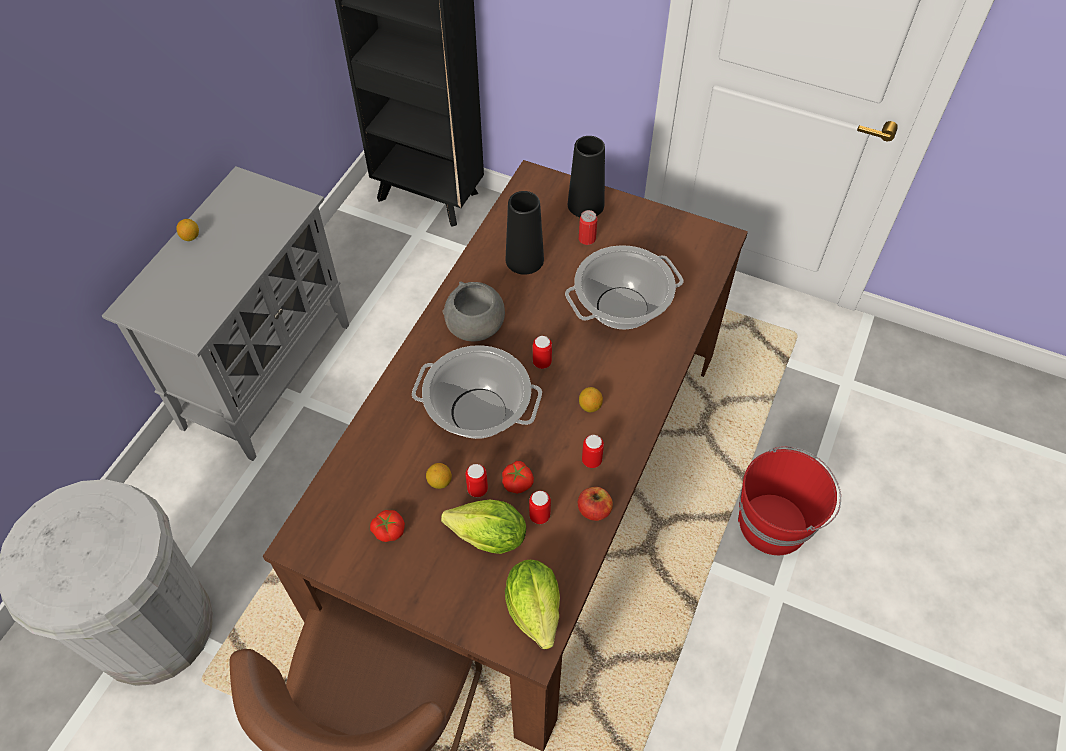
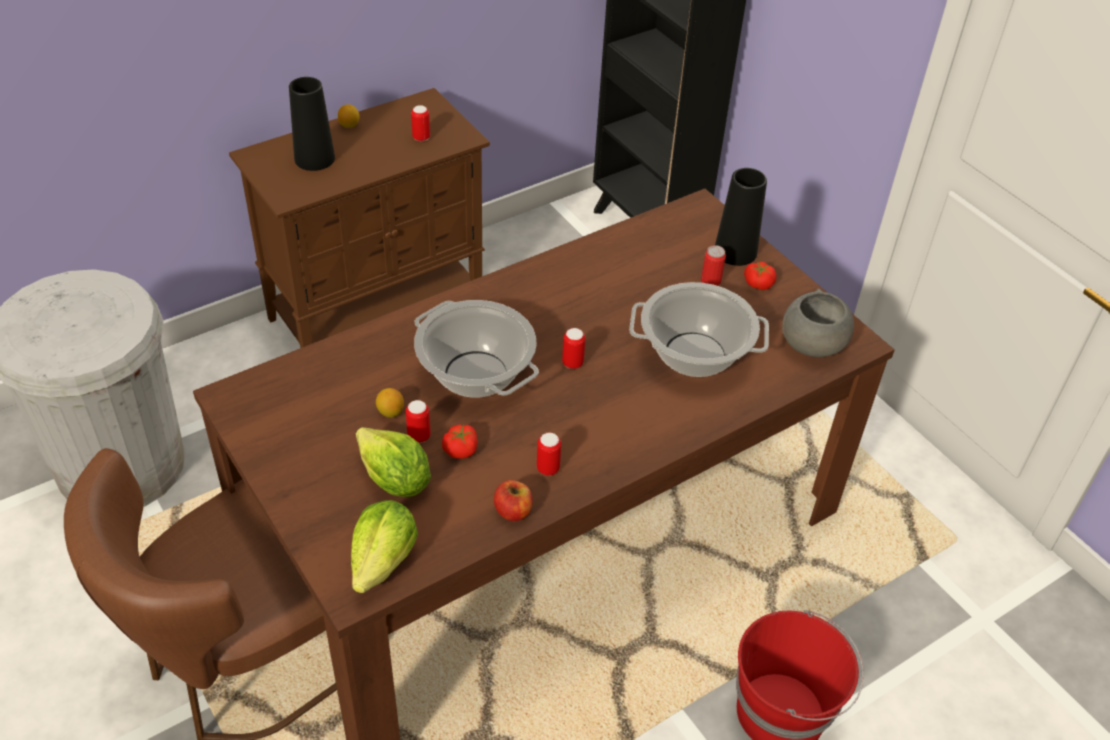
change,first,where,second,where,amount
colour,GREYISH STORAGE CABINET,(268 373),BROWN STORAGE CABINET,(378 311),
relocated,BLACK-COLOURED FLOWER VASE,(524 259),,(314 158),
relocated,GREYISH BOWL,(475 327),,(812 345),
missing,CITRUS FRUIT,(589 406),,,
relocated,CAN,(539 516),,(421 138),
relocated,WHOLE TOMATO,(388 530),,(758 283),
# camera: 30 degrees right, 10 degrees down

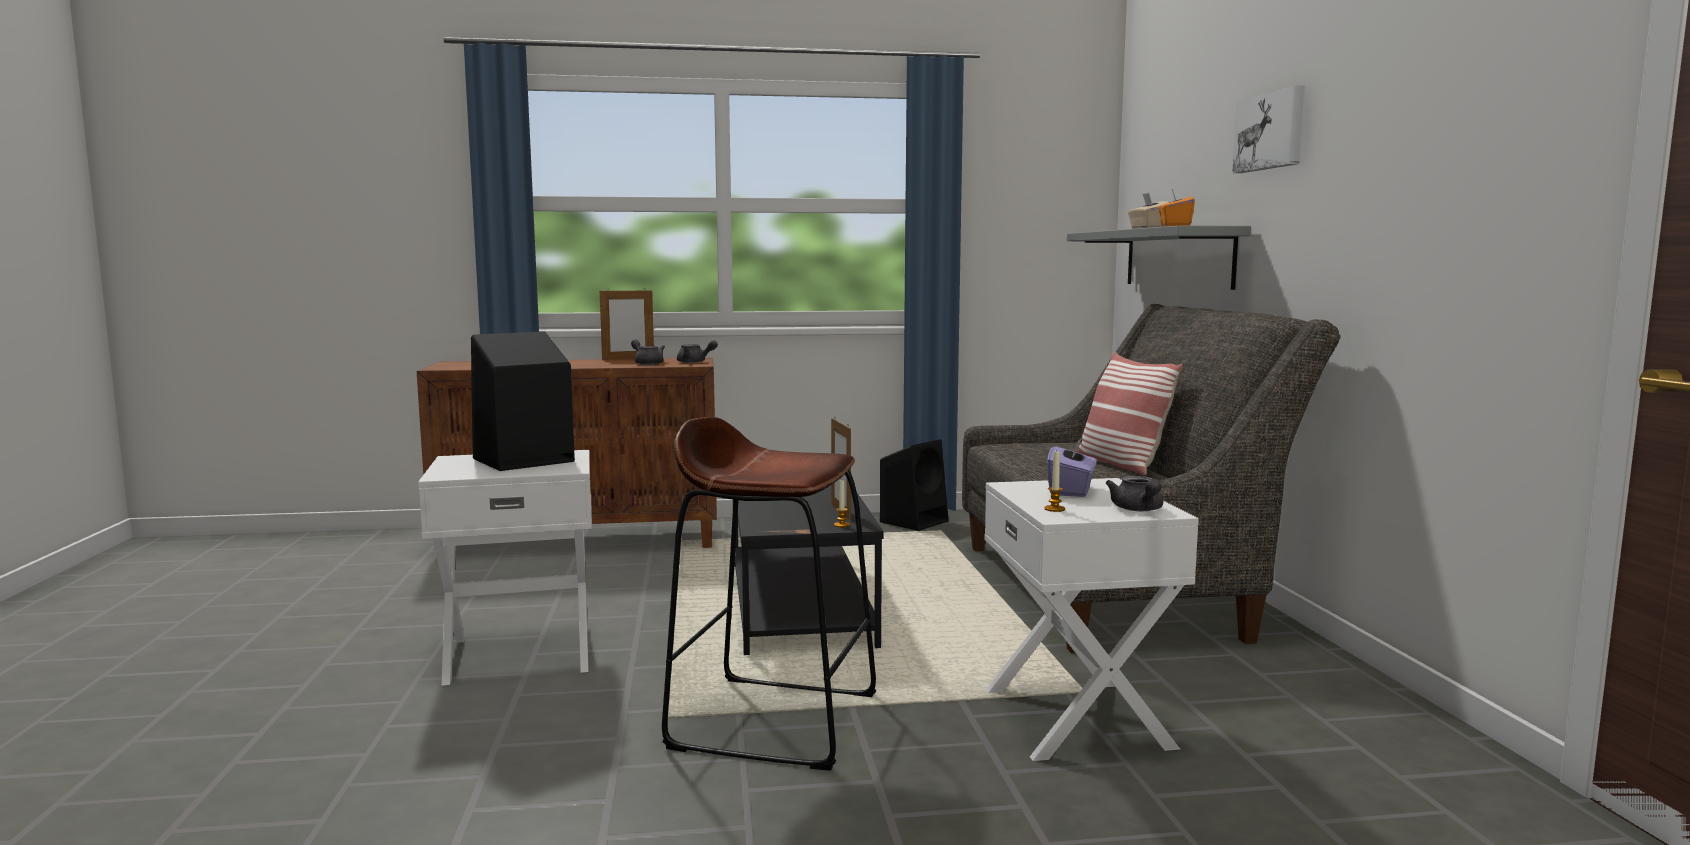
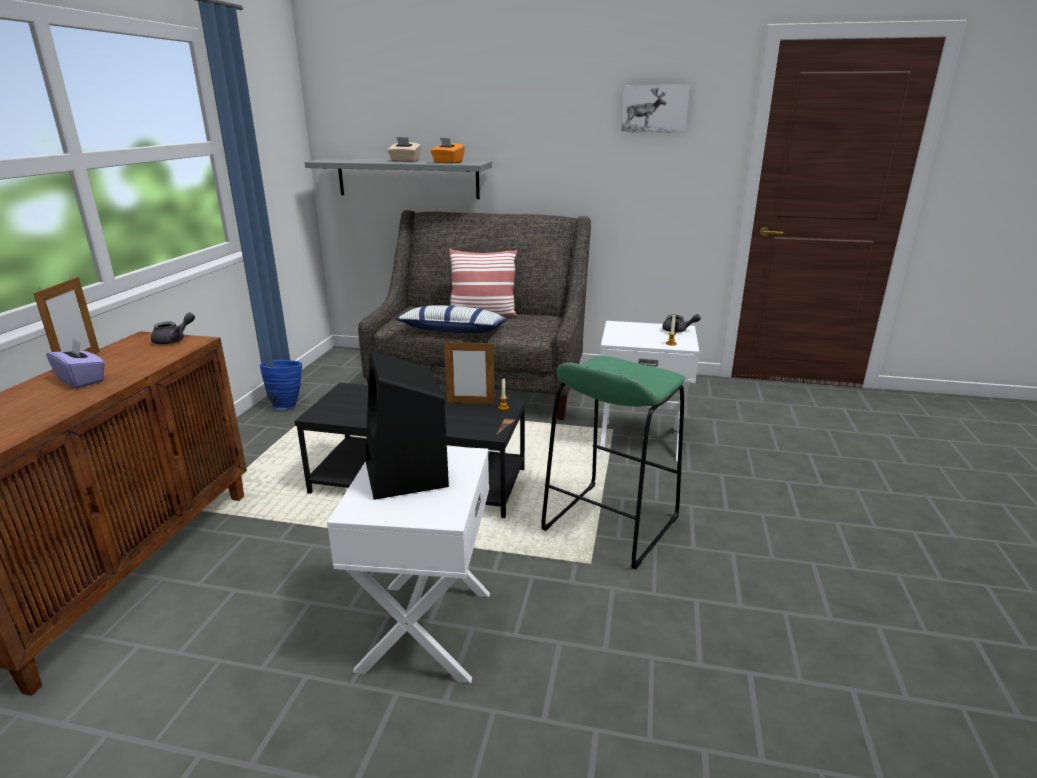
change,first,where,second,where,amount
relocated,WALL ART,(1271 132),,(654 108),
missing,GREYISH TEAPOT,(647 363),,,
colour,BROWN SITTING STOOL,(774 721),GREEN-COLOURED SITTING STOOL,(610 524),
relocated,PURPLE TISSUE HOLDER,(1071 491),,(82 380),
exchanged,BLACK-COLOURED LOUDSPEAKER,(914 521),BLUISH FLOWER VASE,(287 405),
appeared,,,THROW PILLOW,(453 331),
# camera: 70 degrees left, 15 degrees up

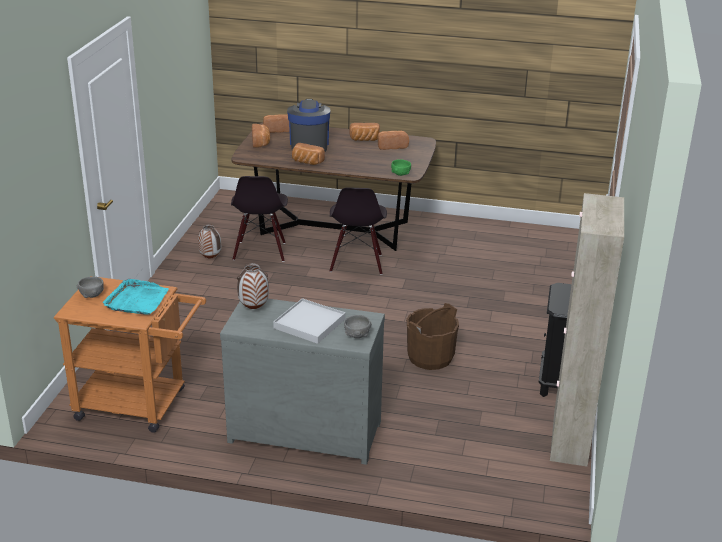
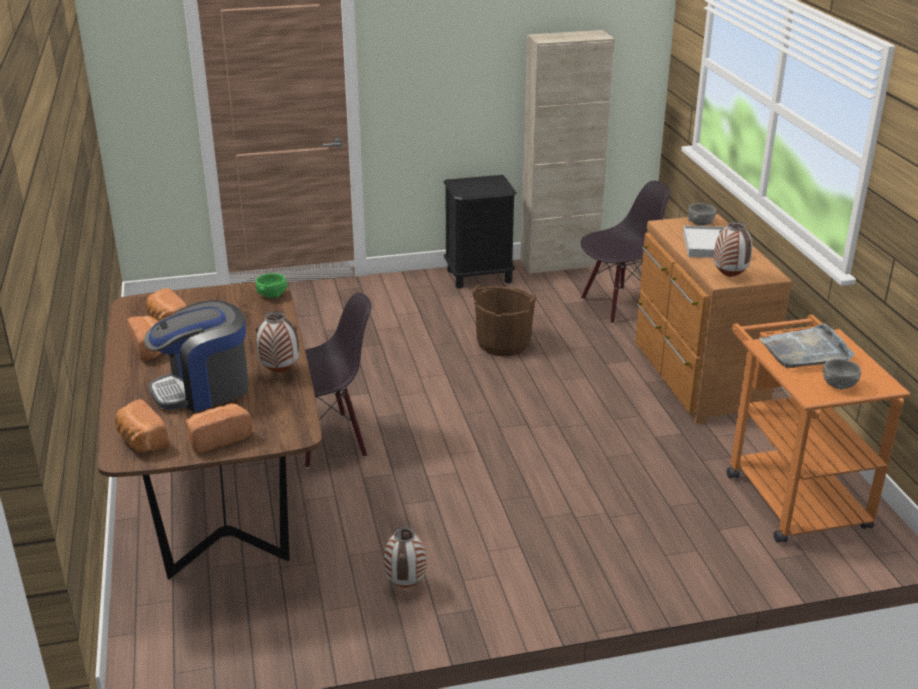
change,first,where,second,where,amount
exchanged,BAKERY BREAD,(306 162),FLOWER VASE,(279 372),
relocated,BLACK-COLOURED CHAIR,(260 251),,(618 306),
colour,BLUE-GREEN CARRYING TRAY,(137 300),GREYISH CARRYING TRAY,(806 350),
colour,GREYISH DRESSER,(305 429),BROWN DRESSER,(696 379),
# camera: 115 degrees left, 0 degrees up

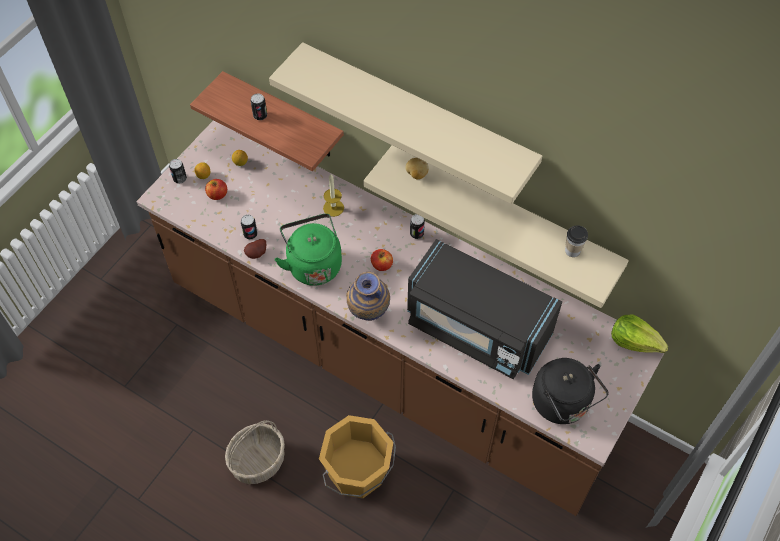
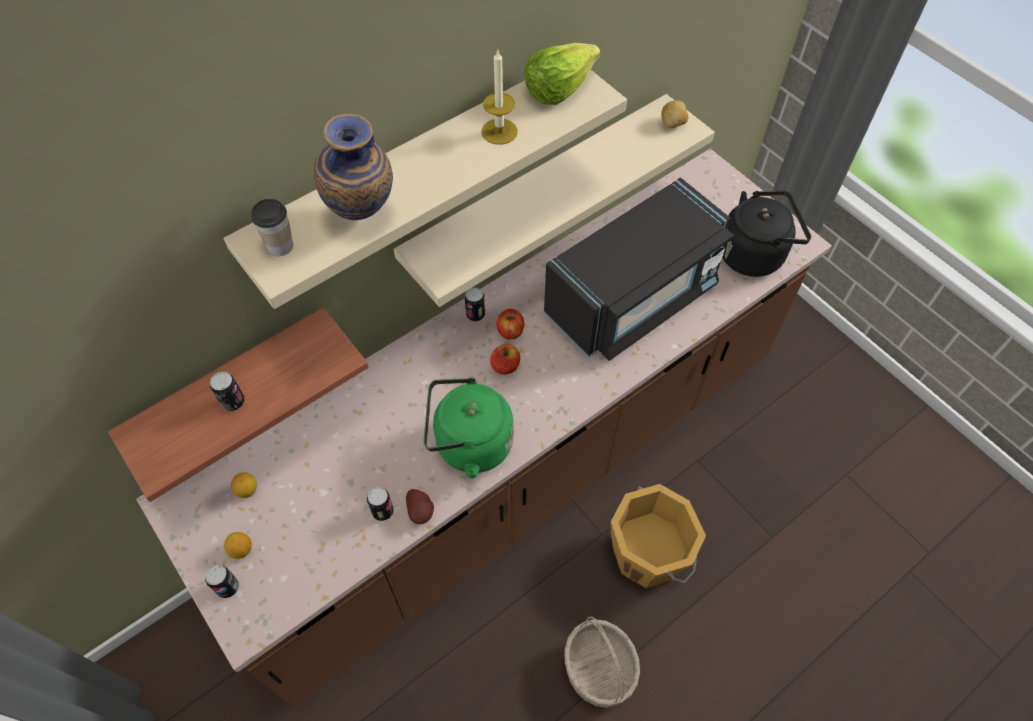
change,first,where,second,where,amount
relocated,POTATO,(416 174),,(672 124),
relocated,CANDLE,(333 208),,(499 131),
relocated,APPLE FRUIT,(217 194),,(510 331),
relocated,CUP,(572 250),,(280 246),
relocated,FLOWER VASE,(368 315),,(363 218),
relocated,LETTUCE HEAD,(634 341),,(558 88),
# camera: 70 degrees left, 0 degrees up

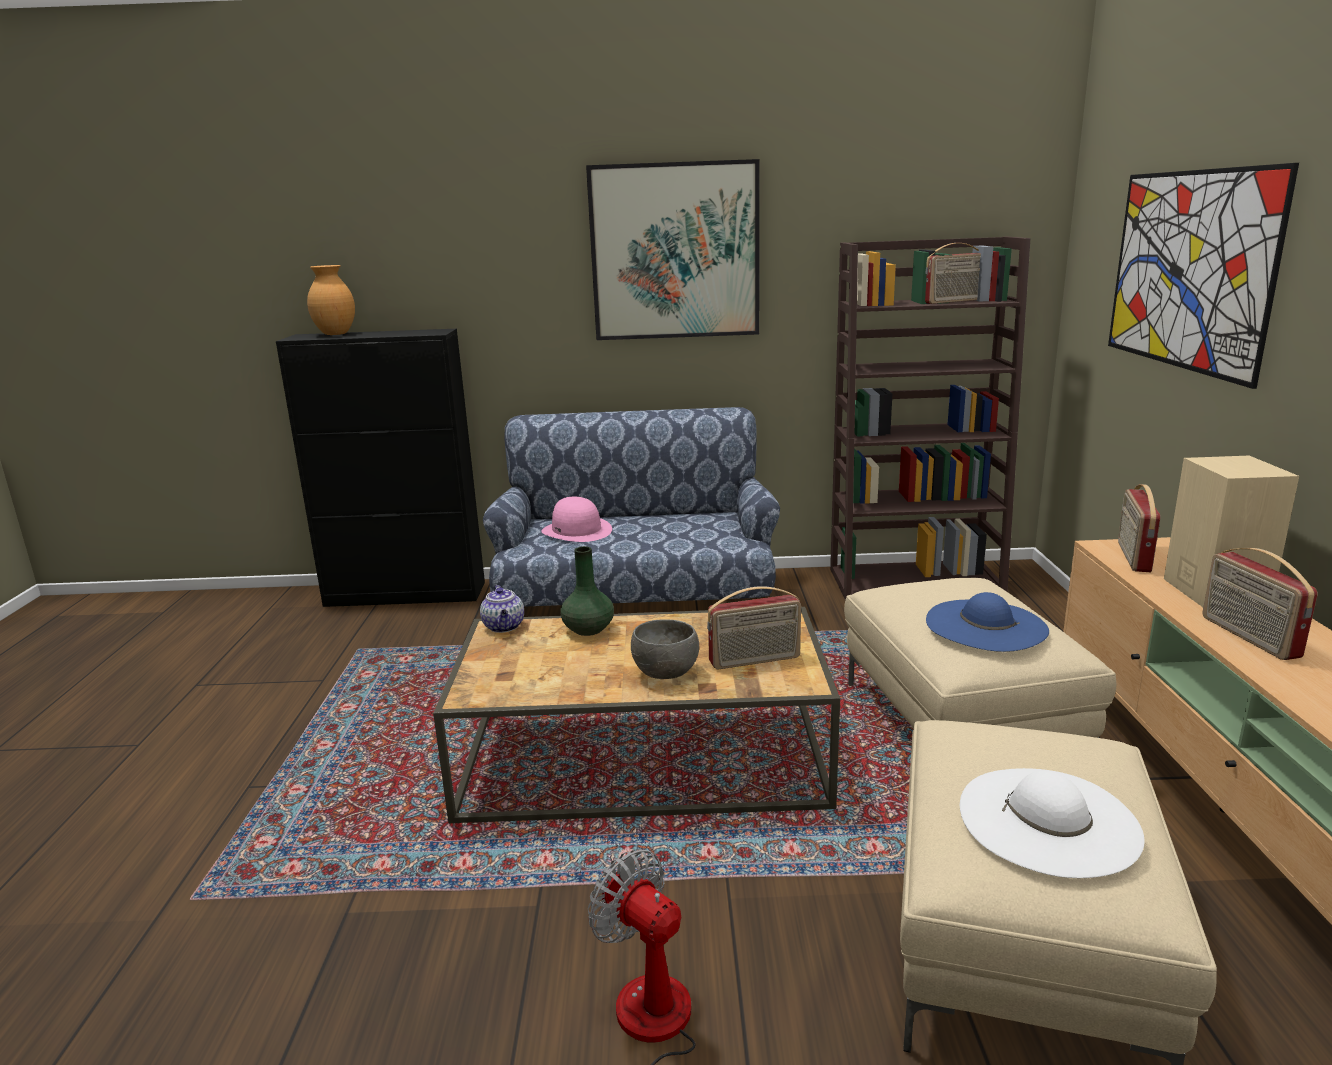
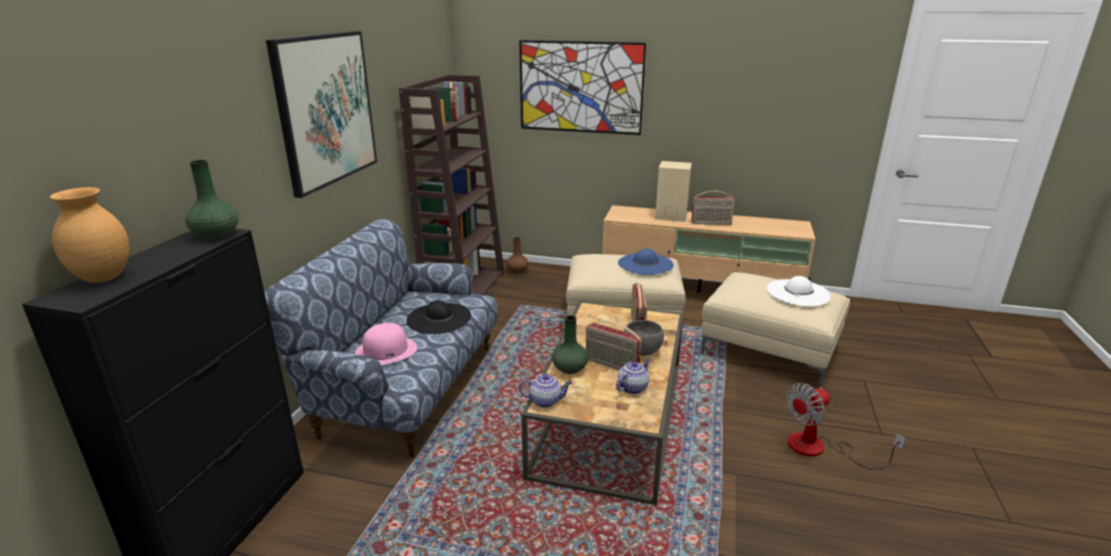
change,first,where,second,where,amount
relocated,RADIO RECEIVER,(1132 557),,(611 365),
appeared,,,GREEN-COLOURED FLOWER VASE,(215 235),
appeared,,,BROWN FLOWER VASE,(517 271),
appeared,,,BLACK-COLOURED CLOTHING HAT,(439 318),
appeared,,,TEAPOT,(632 387),
# camera: 75 degrees left, 5 degrees up

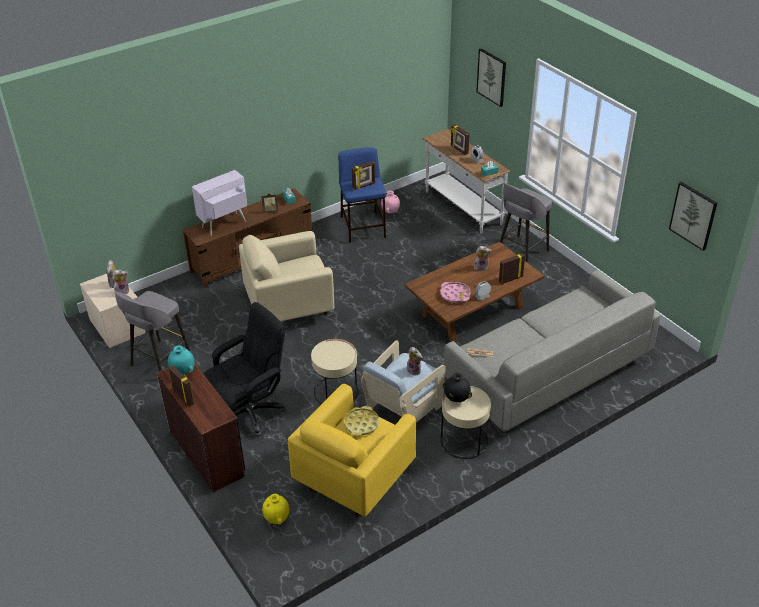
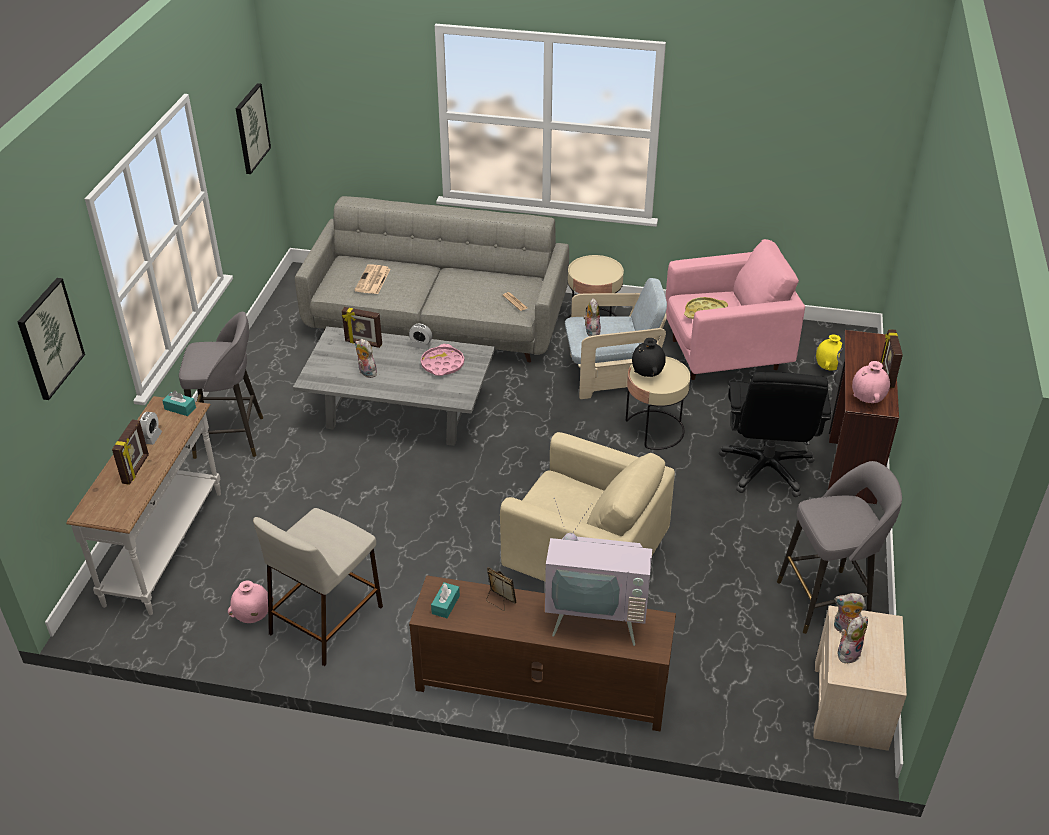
change,first,where,second,where,amount
colour,BLUISH SITTING STOOL,(363 227),BEIGE SITTING STOOL,(327 619),
missing,PICTURE FRAME,(364 186),,,
colour,BROWN LOUNGE TABLE,(472 311),GREYISH LOUNGE TABLE,(400 413),
spun,BLACK-COLOURED COMPUTER CHAIR,(250 411),,(766 468),90 degrees counterclockwise
colour,BLUE-GREEN FLOWER VASE,(183 372),PINK FLOWER VASE,(867 400),
relocated,BLACK-COLOURED FLOWER VASE,(456 398),,(647 374),
colour,YELLOW ARMCHAIR,(354 478),PINK ARMCHAIR,(725 355),
appeared,,,NEWSPAPER,(373 280),
# camera: 135 degrees left, 0 degrees up

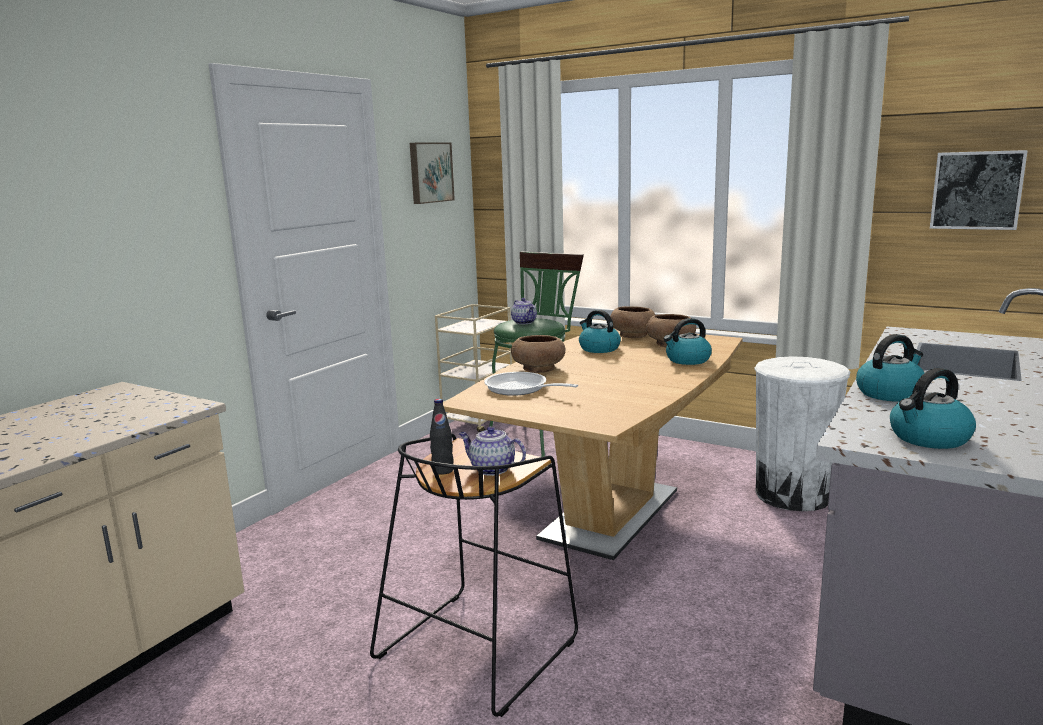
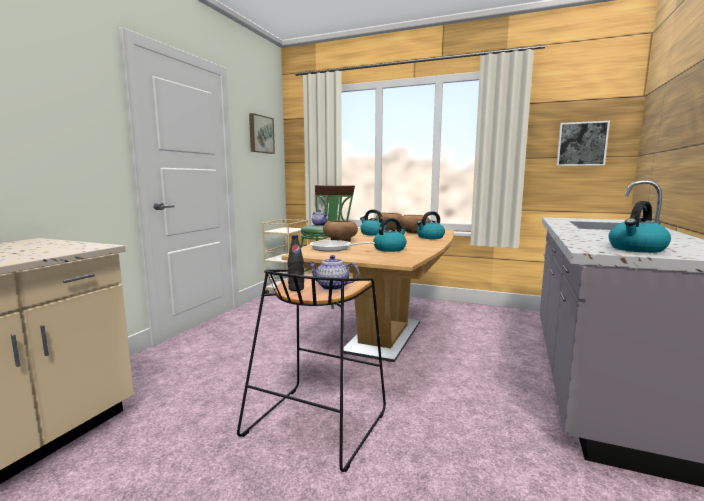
change,first,where,second,where,amount
relocated,TEA KETTLE,(890 393),,(390 249),
missing,WHITE-COLOURED WASTE BIN,(793 495),,,
# camera: 10 degrees left, 5 degrees down

